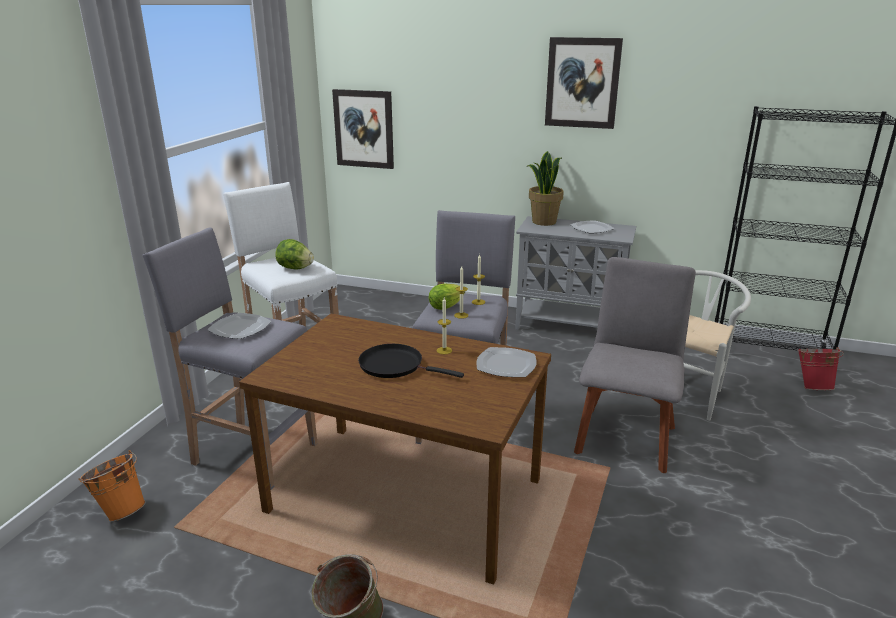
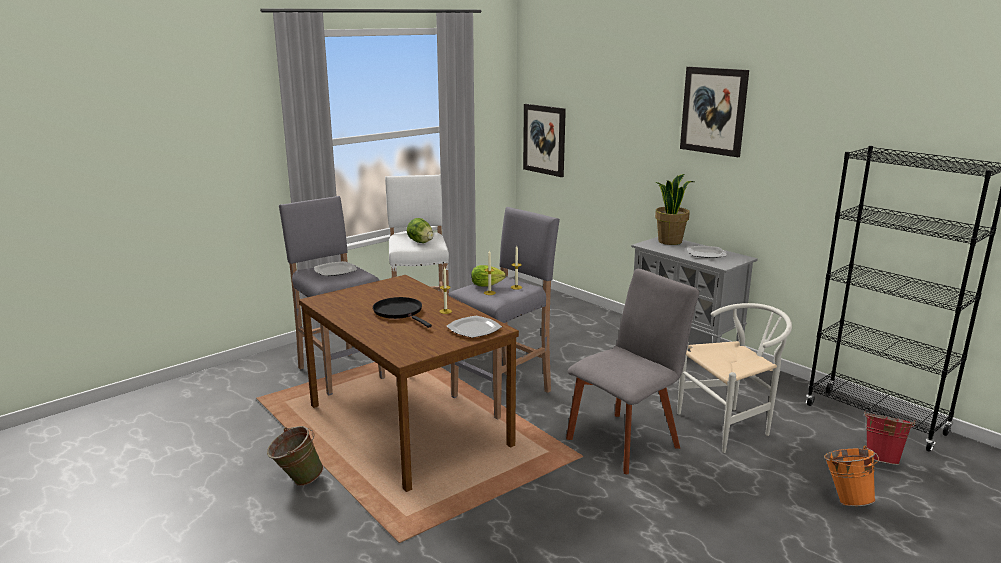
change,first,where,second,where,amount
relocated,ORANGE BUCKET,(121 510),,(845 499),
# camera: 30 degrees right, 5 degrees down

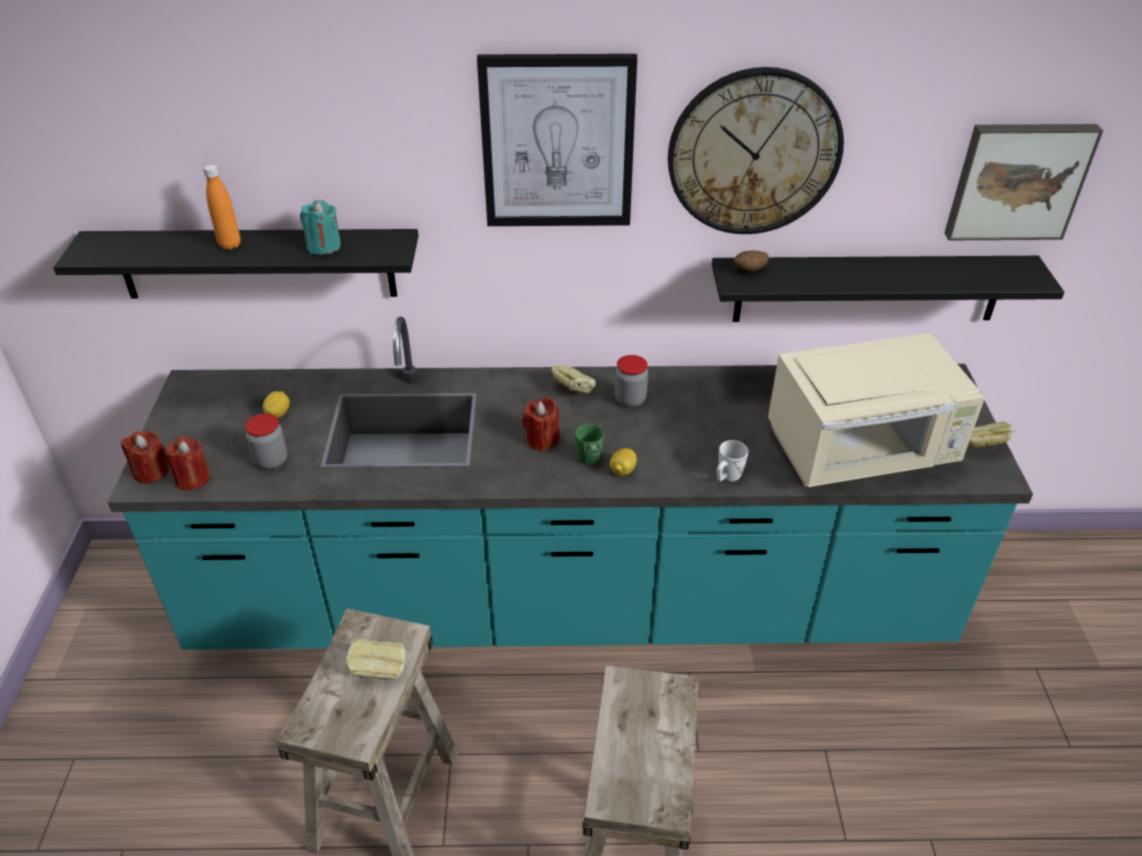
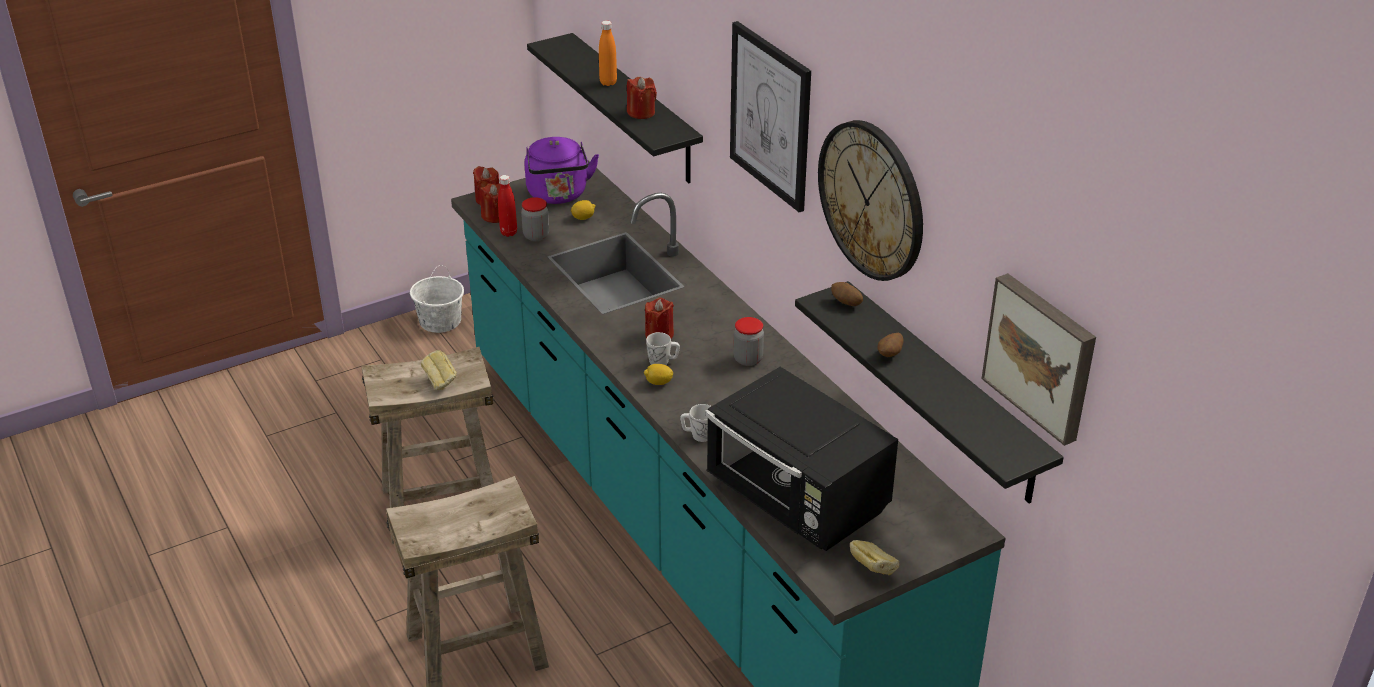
change,first,where,second,where,amount
colour,BLUE-GREEN CANDLE,(324 246),RED-COLOURED CANDLE,(641 113),
colour,BEIGE MICROWAVE,(862 452),BLACK-COLOURED MICROWAVE,(797 500),
missing,BAKERY BREAD,(572 391),,,
colour,GREEN-COLOURED MUG,(591 455),WHITE-COLOURED MUG,(663 362),
appeared,,,PURPLE TEA KETTLE,(558 195),
appeared,,,RED-COLOURED DRINK BOTTLE,(508 233),
appeared,,,WHITE-COLOURED BUCKET,(440 321),
appeared,,,POTATO,(890 354),
# camera: 60 degrees right, 5 degrees down

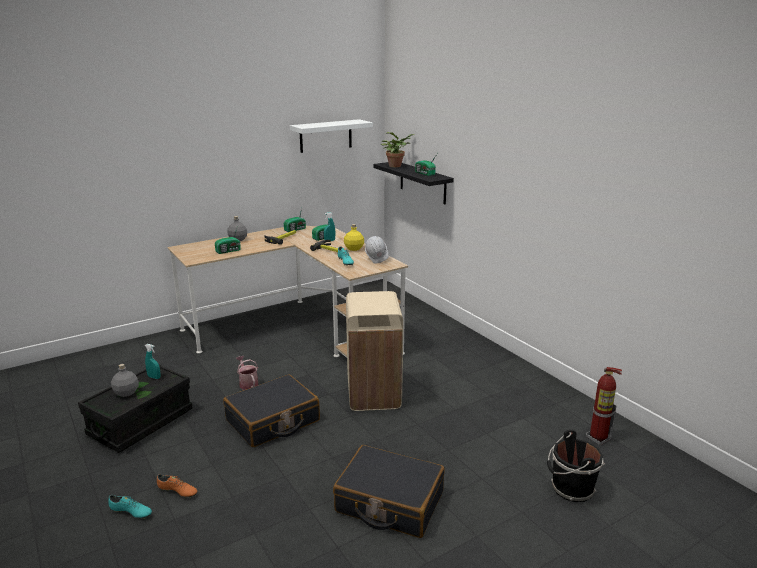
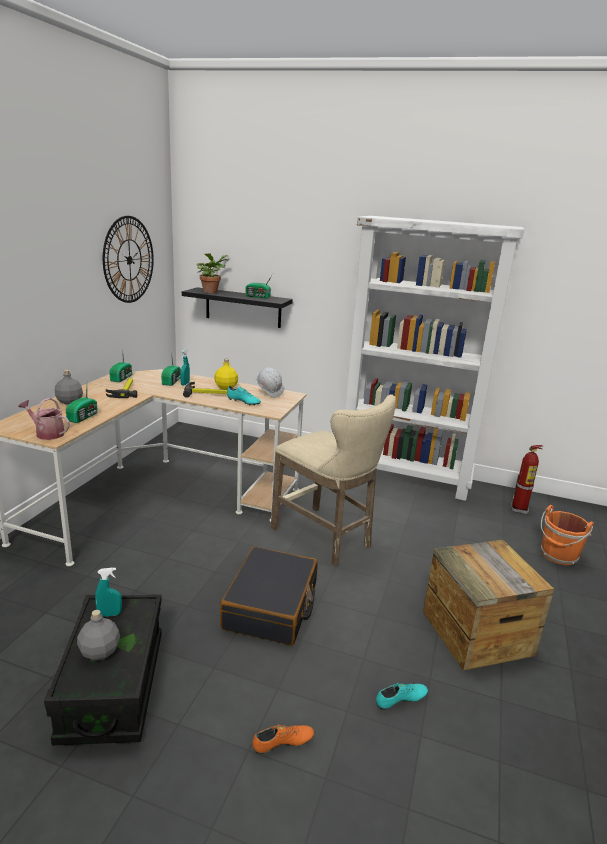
change,first,where,second,where,amount
exchanged,WHITE-COLOURED WALL SHELF,(326 136),CLOCK ON THE WALL,(129 260),
exchanged,BEIGE WASTE BIN,(373 395),BEIGE SITTING STOOL,(326 538),
relocated,WATERING CAN,(247 383),,(47 433),
colour,BLACK-COLOURED BUCKET,(570 489),ORANGE BUCKET,(558 556),
exchanged,BLACK-COLOURED PIECE OF LUGGAGE,(389 502),PACKING CRATE,(476 633),
relocated,BLUE-GREEN LOW SHOE,(131 512),,(401 700),
appeared,,,WHITE-COLOURED BOOKCASE,(405 477),
# camera: 40 degrees left, 0 degrees up

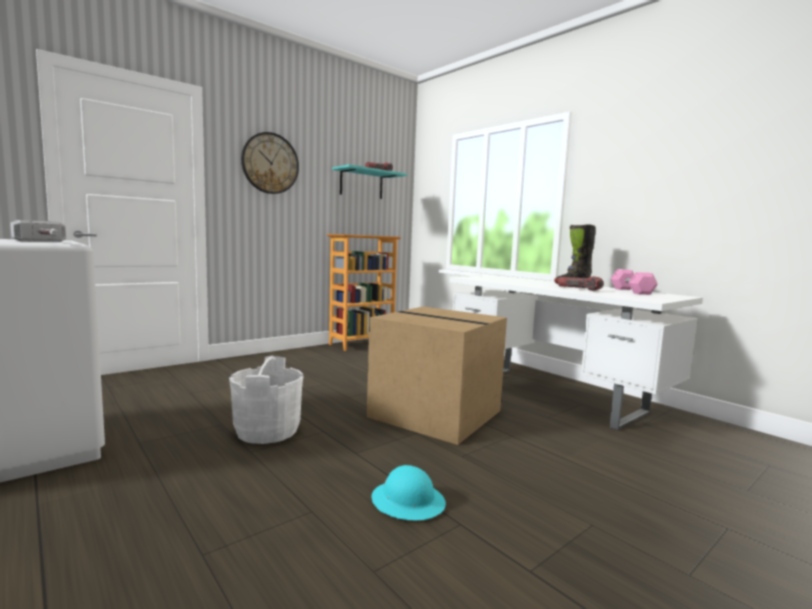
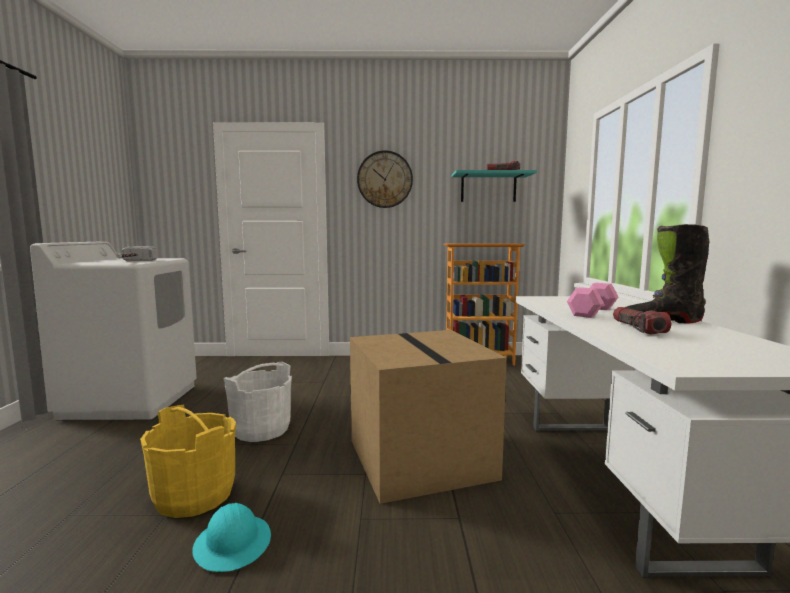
change,first,where,second,where,amount
relocated,PINK HAND WEIGHT,(631 291),,(592 312),
appeared,,,YELLOW BUCKET,(194 495),
# camera: 40 degrees right, 0 degrees up

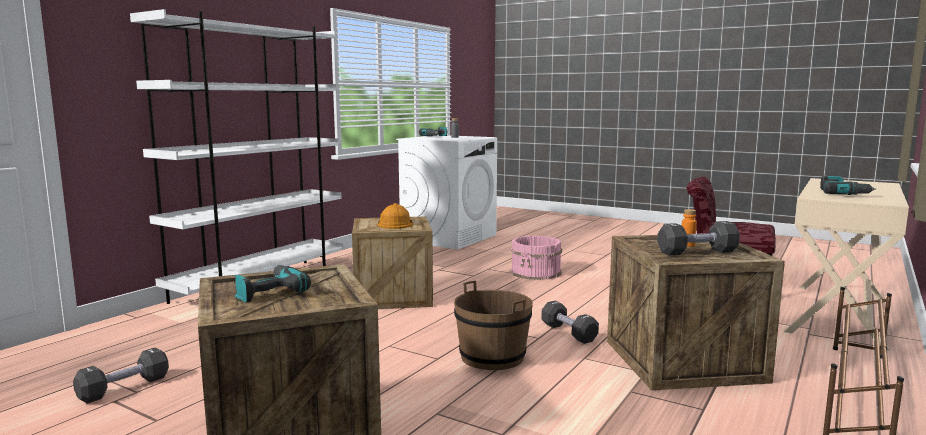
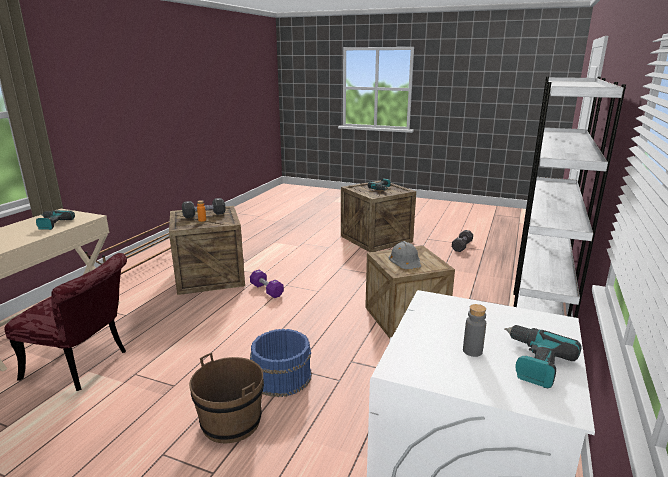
change,first,where,second,where,amount
colour,ORANGE SAFETY HELMET,(395 224),GREYISH SAFETY HELMET,(405 260),
colour,PINK BUCKET,(536 272),BLUISH BUCKET,(281 376),
relocated,BROWN BUCKET,(492 357),,(231 422),
colour,BLACK-COLOURED HAND WEIGHT,(568 333),PURPLE HAND WEIGHT,(266 290),
# camera: 170 degrees right, 10 degrees up

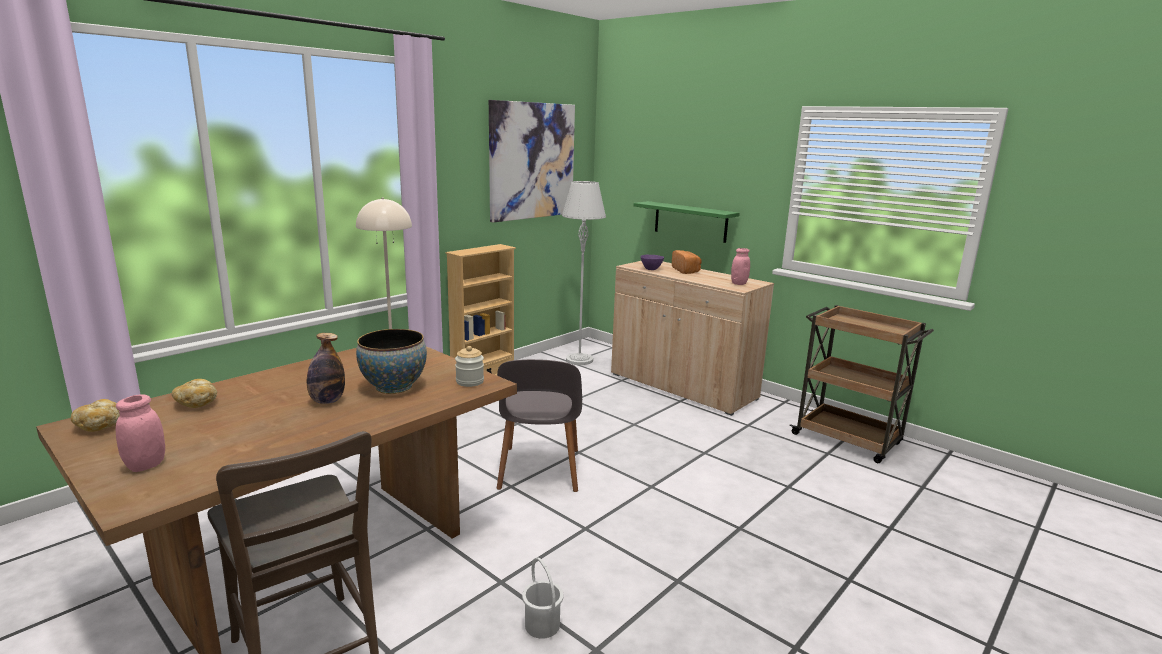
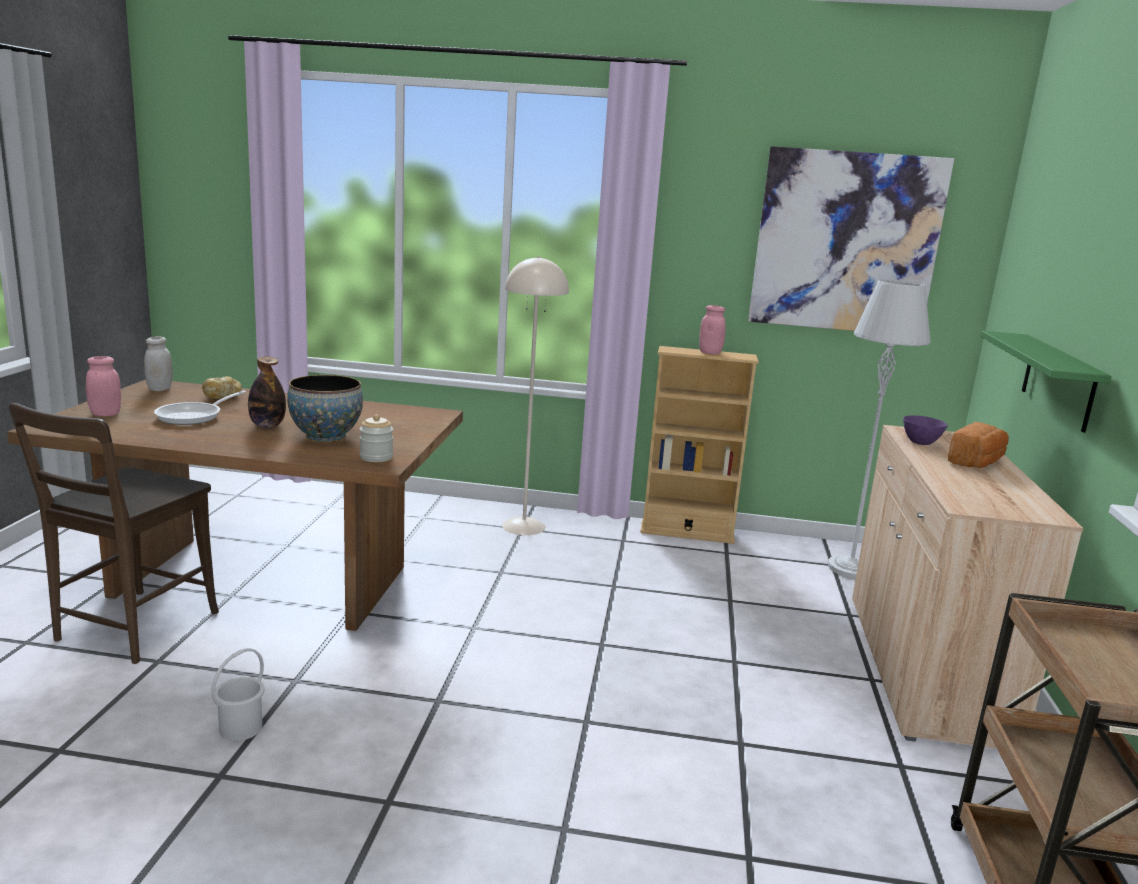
change,first,where,second,where,amount
relocated,PINK STORAGE JAR,(739 283),,(710 353),
missing,GREYISH CHAIR,(539 470),,,
exchanged,BAKERY BREAD,(100 426),WHITE-COLOURED STORAGE JAR,(160 389),
appeared,,,SKILLET,(194 416),
# camera: 55 degrees right, 0 degrees up

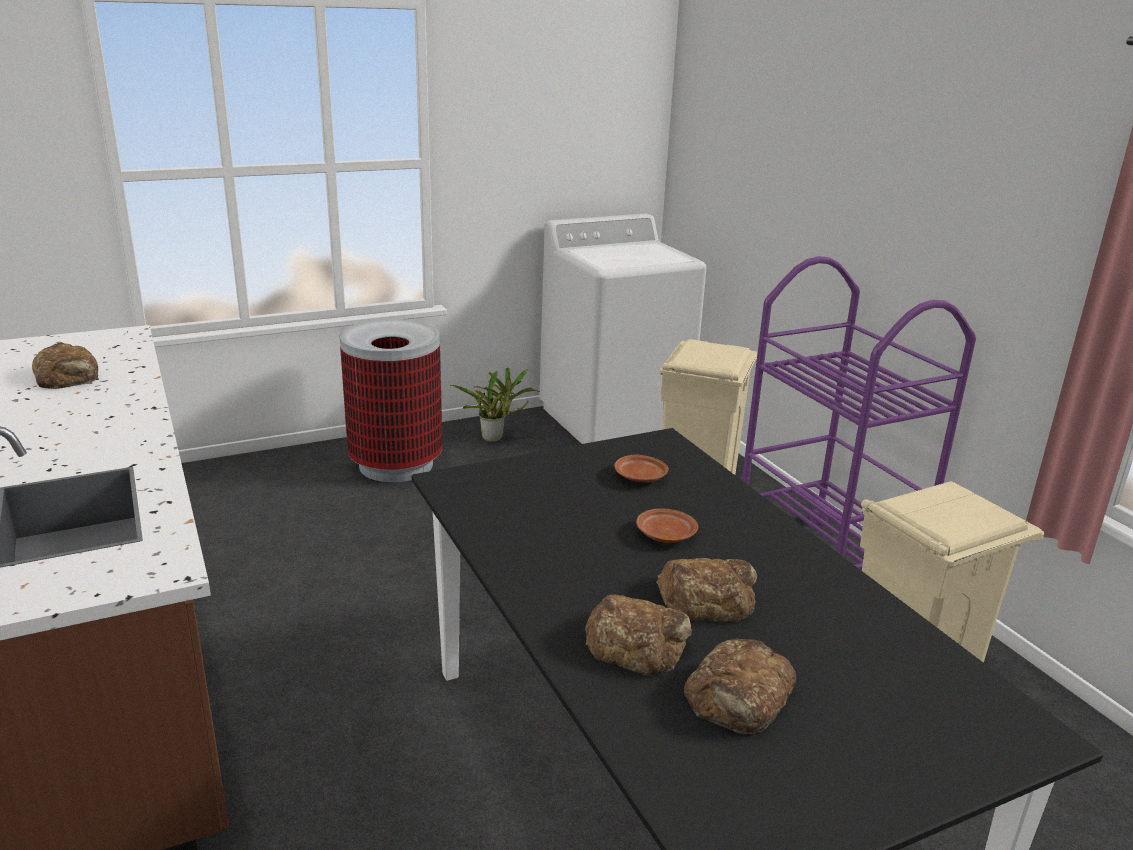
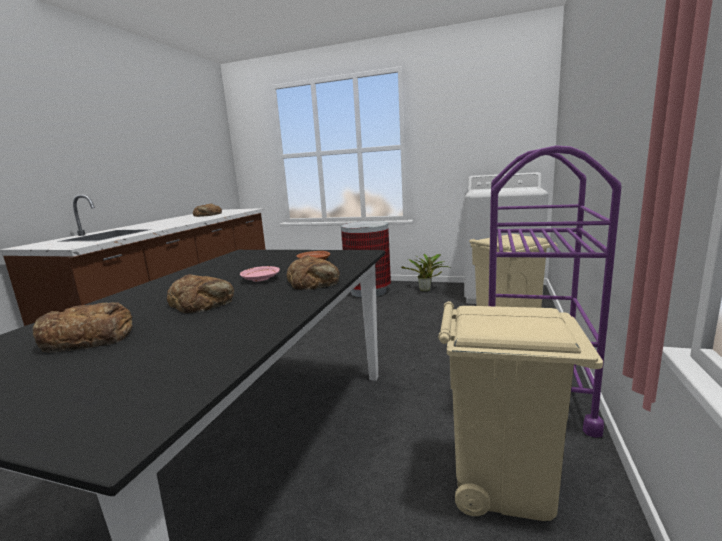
change,first,where,second,where,amount
colour,BROWN PLATE,(665 535),PINK PLATE,(260 279),
relocated,BAKERY BREAD,(636 643),,(314 281),
# camera: 45 degrees right, 10 degrees down

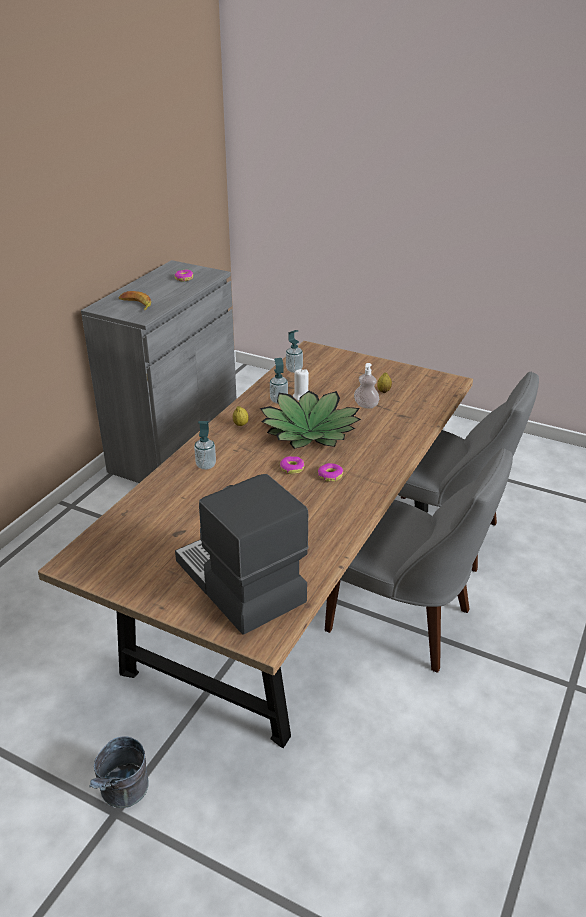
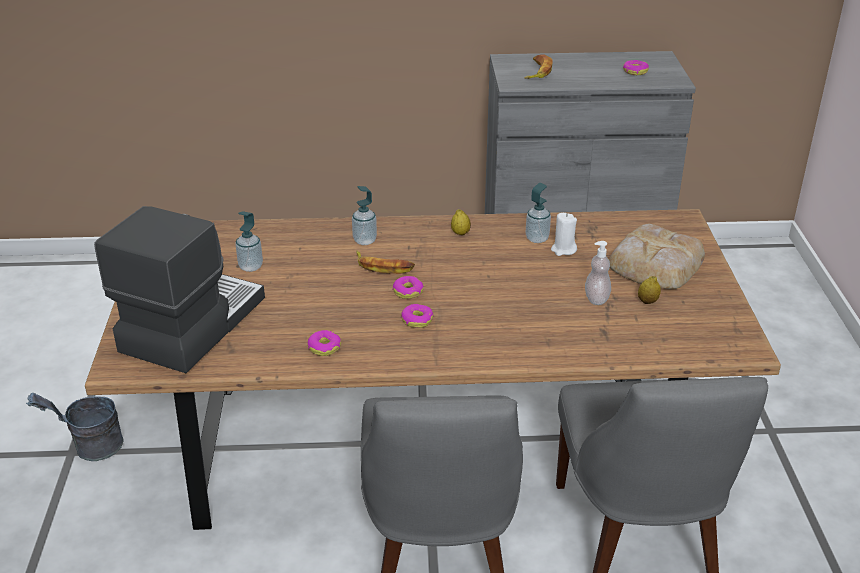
change,first,where,second,where,amount
relocated,SOAP BOTTLE,(294 369),,(250 267),
missing,POTTED PLANT,(309 431),,,
appeared,,,BAKERY BREAD,(654 264),
appeared,,,BANANA FRUIT,(383 266),
appeared,,,DOUGHNUT,(324 347),
# camera: 60 degrees right, 0 degrees up

